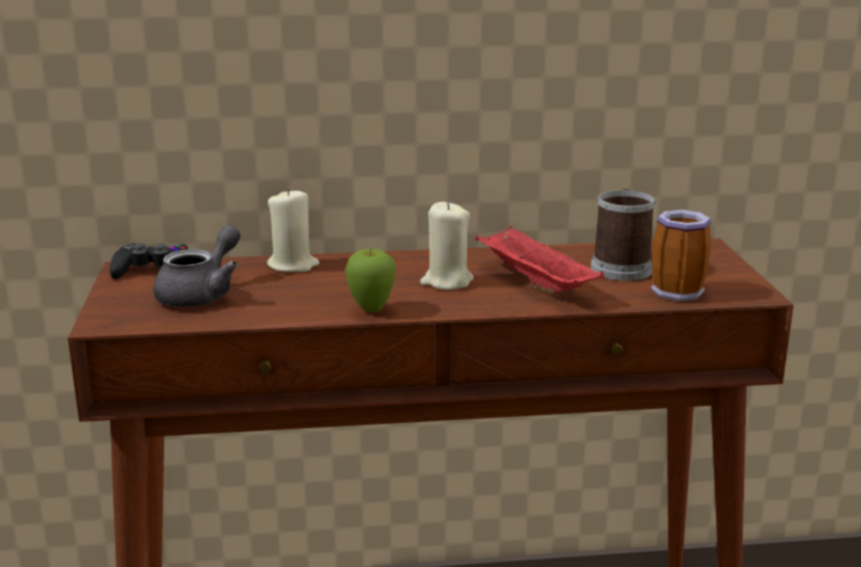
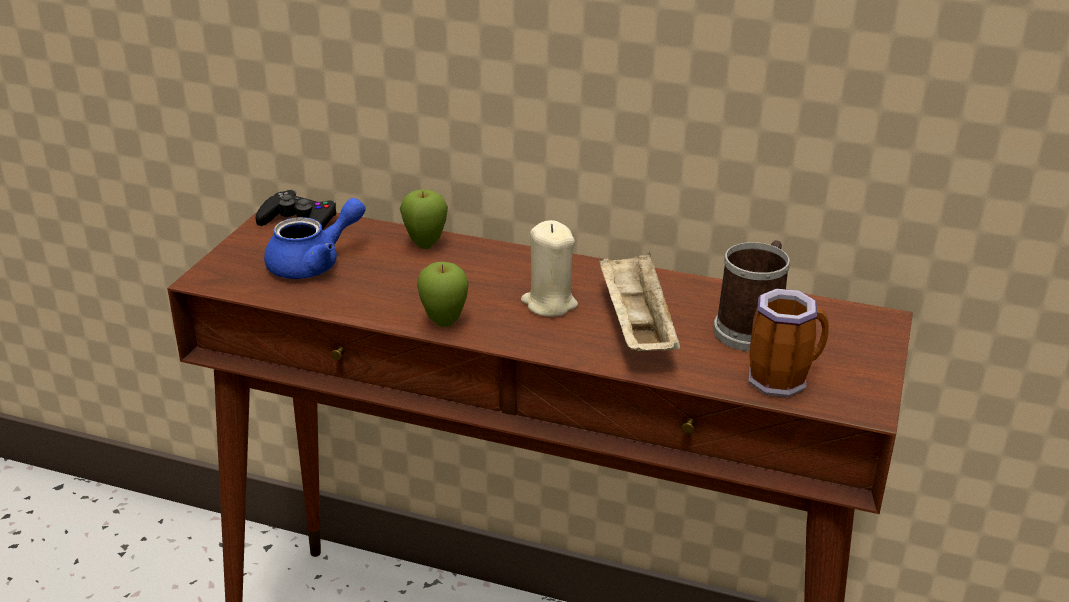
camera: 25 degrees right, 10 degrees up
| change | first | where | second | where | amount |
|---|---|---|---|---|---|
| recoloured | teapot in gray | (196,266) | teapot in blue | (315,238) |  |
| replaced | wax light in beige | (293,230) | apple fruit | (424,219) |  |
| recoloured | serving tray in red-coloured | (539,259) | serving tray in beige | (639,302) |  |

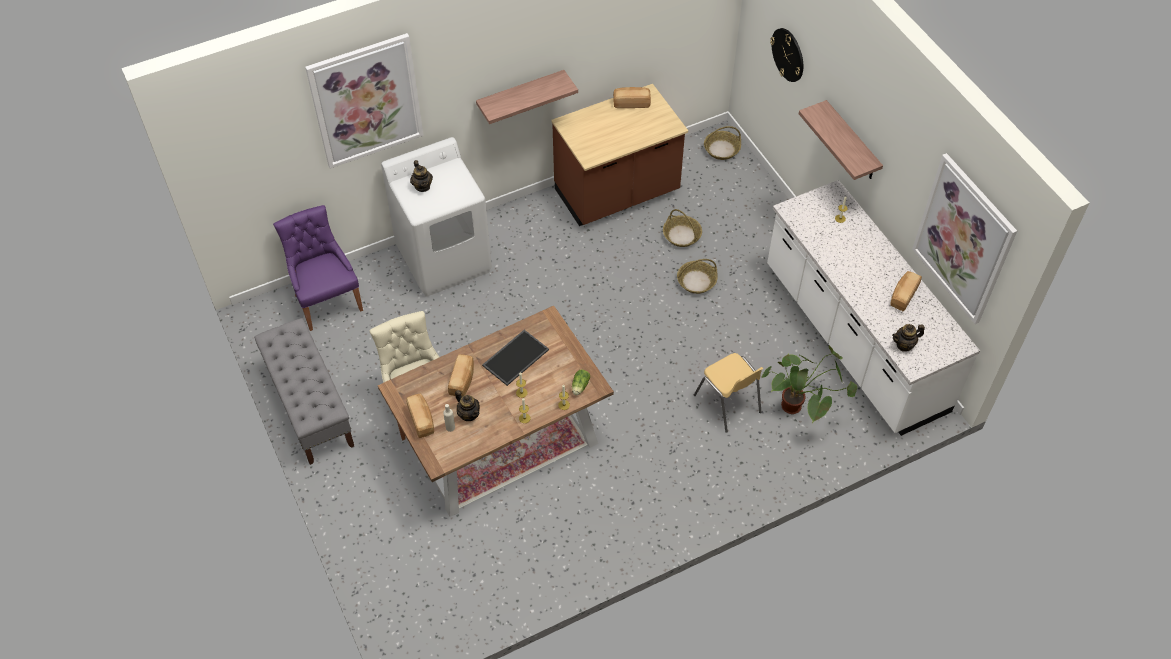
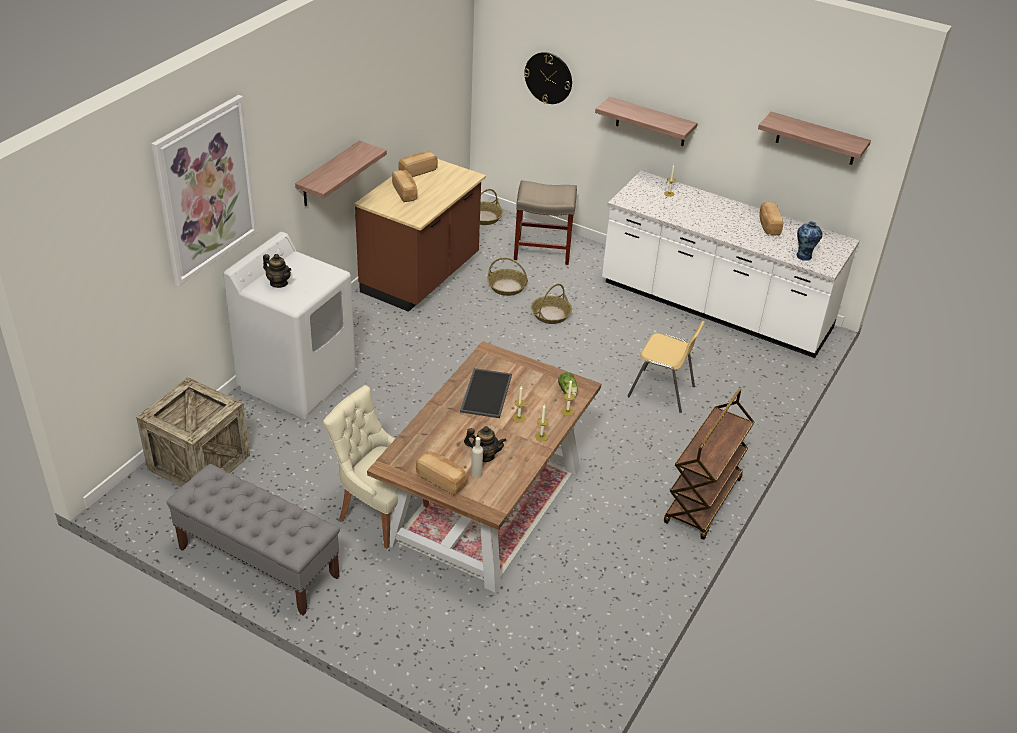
camera: 35 degrees left, 15 degrees down
| change | first | where | second | where | amount |
|---|---|---|---|---|---|
| replaced | chair in purple-coloured | (318,268) | shipping crate | (193,432) |  |
| moved | baked bread | (461,375) |  | (404,186) |  |
| removed | potted plant | (809,384) |  |  |  |
| replaced | teapot | (908,338) | vase | (809,241) |  |
| replaced | picture | (964,238) | wall shelf | (814,138) |  |
| added |  |  | stool in beige | (545,222) |  |
| added |  |  | trolley in brown | (709,464) |  |

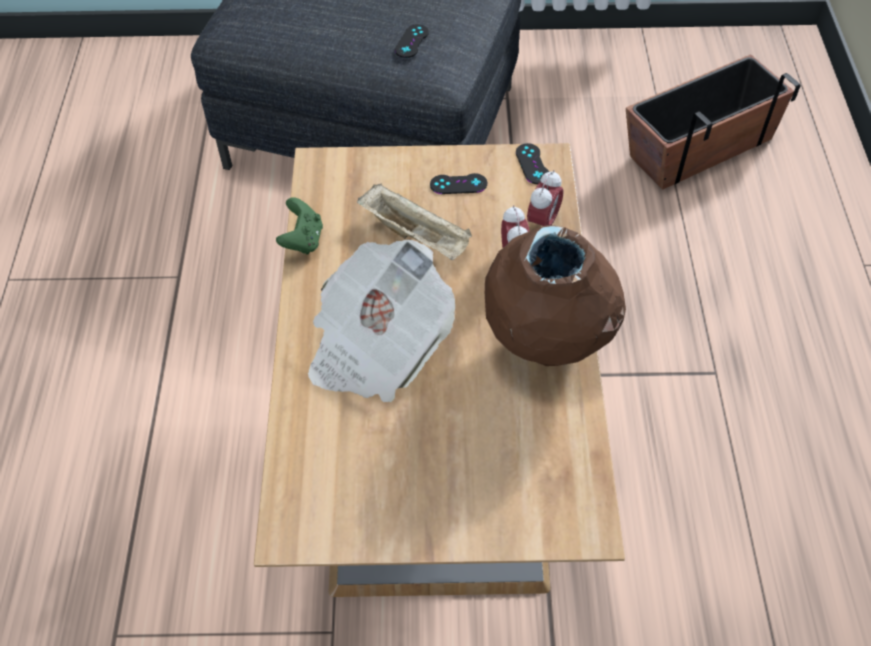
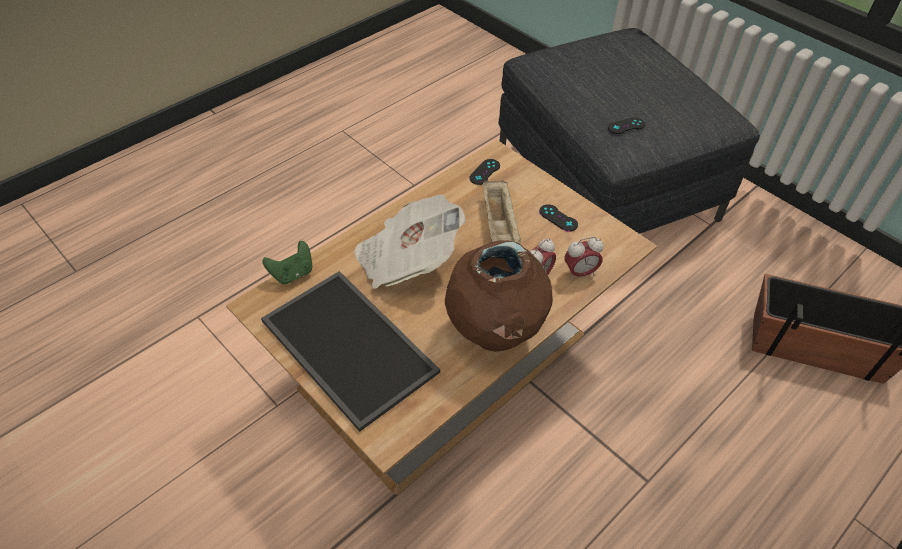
camera: 45 degrees right, 5 degrees down
| change | first | where | second | where | amount |
|---|---|---|---|---|---|
| moved | game controller in green | (299,226) |  | (287,262) |  |
| moved | game controller in blackish | (532,163) |  | (484,172) |  |
| added |  |  | serving tray | (350,351) |  |

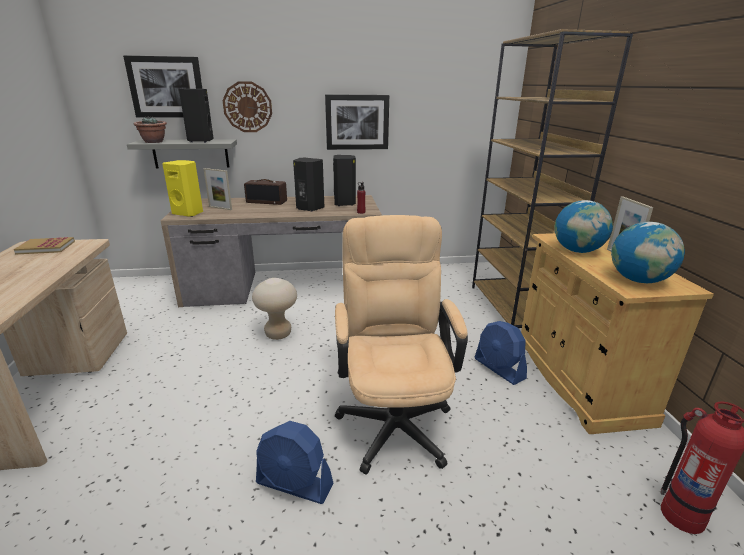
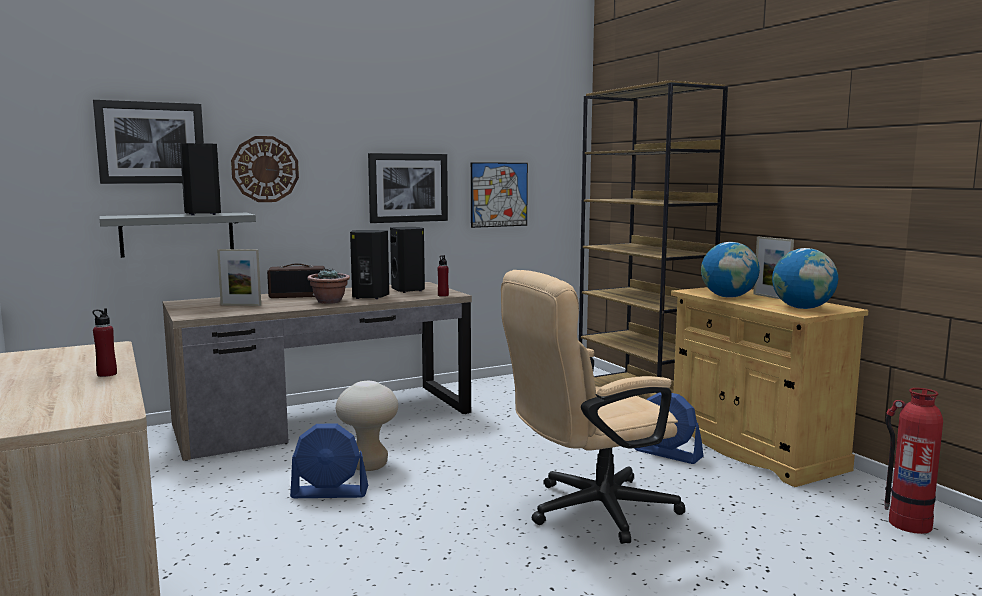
camera: 20 degrees left, 15 degrees down
| change | first | where | second | where | amount |
|---|---|---|---|---|---|
| removed | book | (44,246) |  |  |  |
| moved | potted plant | (150,129) |  | (328,286) |  |
| removed | loudspeaker in yellowish | (182,188) |  |  |  |
| moved | cooling fan in blue | (294,462) |  | (329,461) |  |
| turned | computer chair in beige | (401,345) |  | (593,407) | 90 degrees counterclockwise |
| added |  |  | beverage bottle in red-coloured | (104,342) |  |
| added |  |  | picture | (499,195) |  |

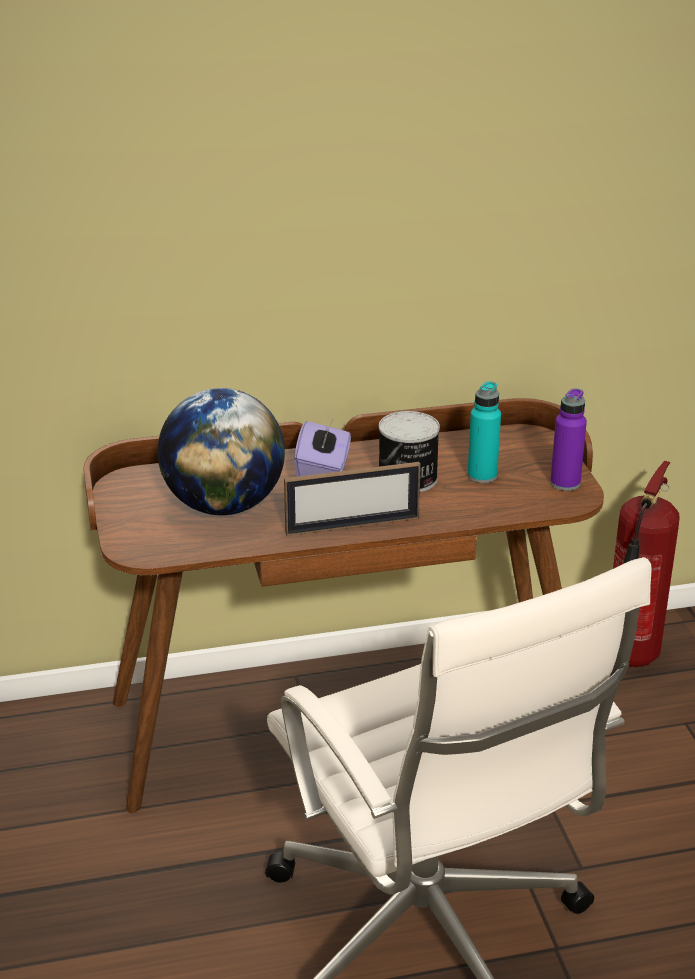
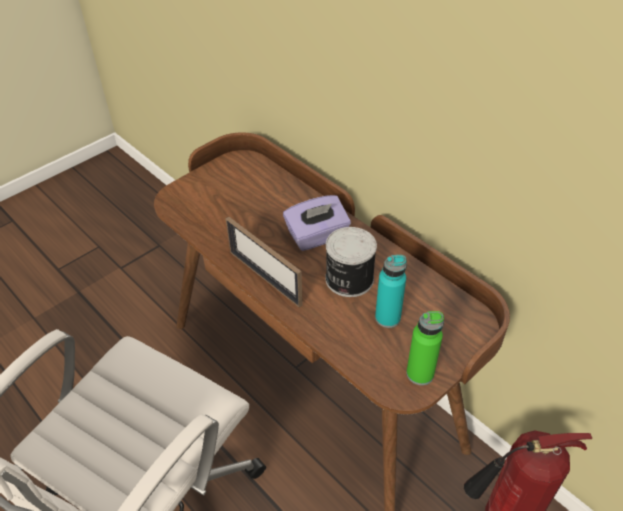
camera: 60 degrees right, 15 degrees up
| change | first | where | second | where | amount |
|---|---|---|---|---|---|
| removed | desk globe | (221,451) |  |  |  |
| recoloured | beverage bottle in purple-coloured | (568,439) | beverage bottle in green | (425,348) |  |

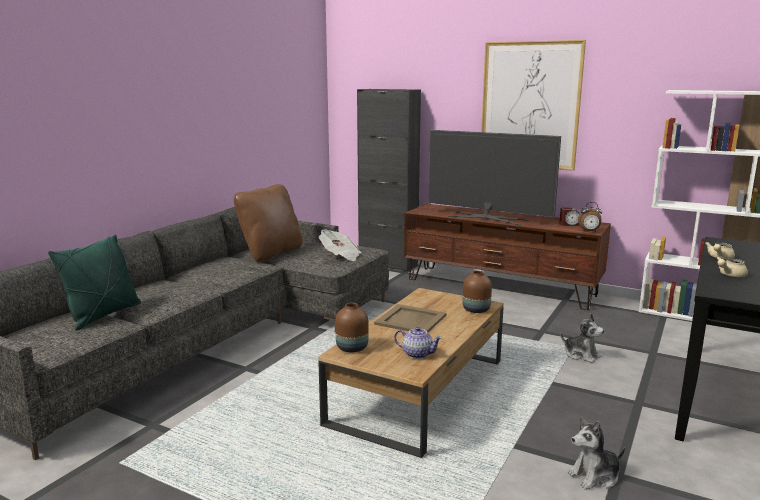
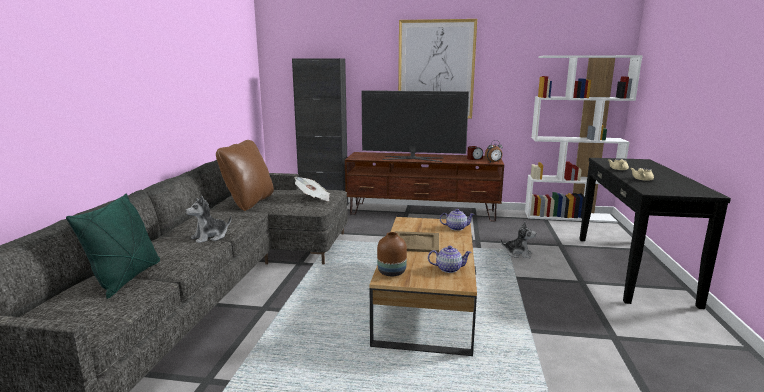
camera: 20 degrees left, 0 degrees up
| change | first | where | second | where | amount |
|---|---|---|---|---|---|
| replaced | vase in brown | (477,292) | teapot | (457,220) |  |
| moved | plush toy | (596,453) |  | (208,219) |  |

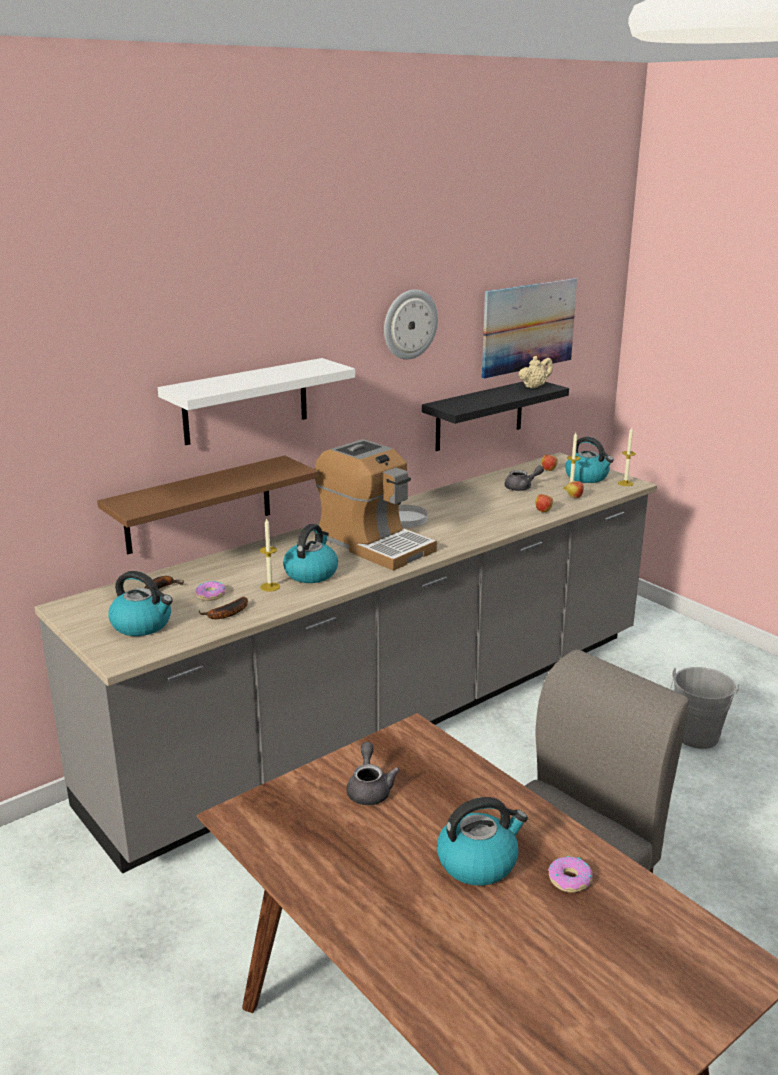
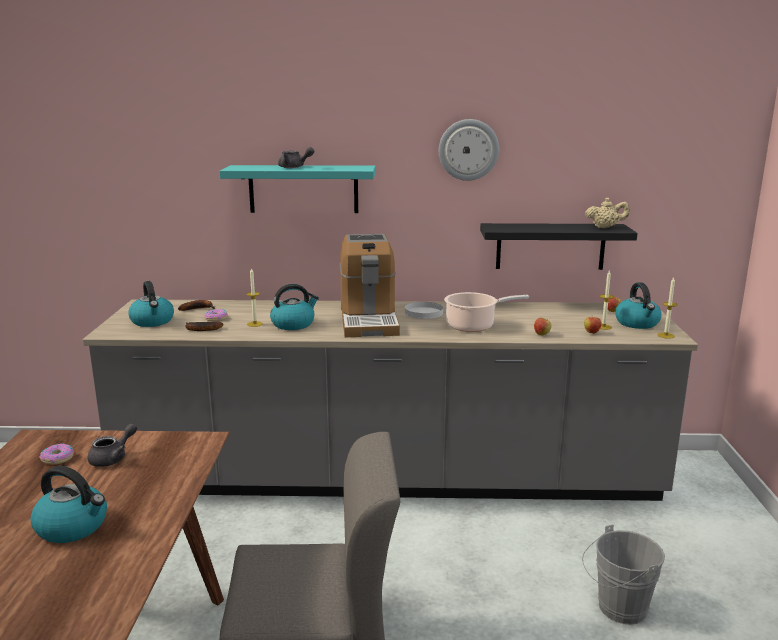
camera: 40 degrees right, 5 degrees down
| change | first | where | second | where | amount |
|---|---|---|---|---|---|
| removed | wall shelf in brown | (208,505) |  |  |  |
| recoloured | wall shelf in white | (256,401) | wall shelf in turquoise | (297,189) |  |
| removed | picture | (529,328) |  |  |  |
| moved | teapot in gray | (524,478) |  | (296,157) |  |
| moved | doughnut | (570,874) |  | (56,453) |  |
| added |  |  | stockpot | (486,312) |  |

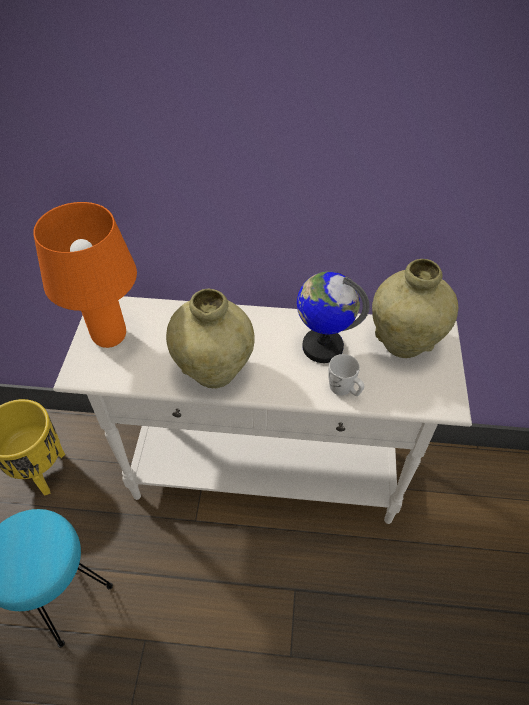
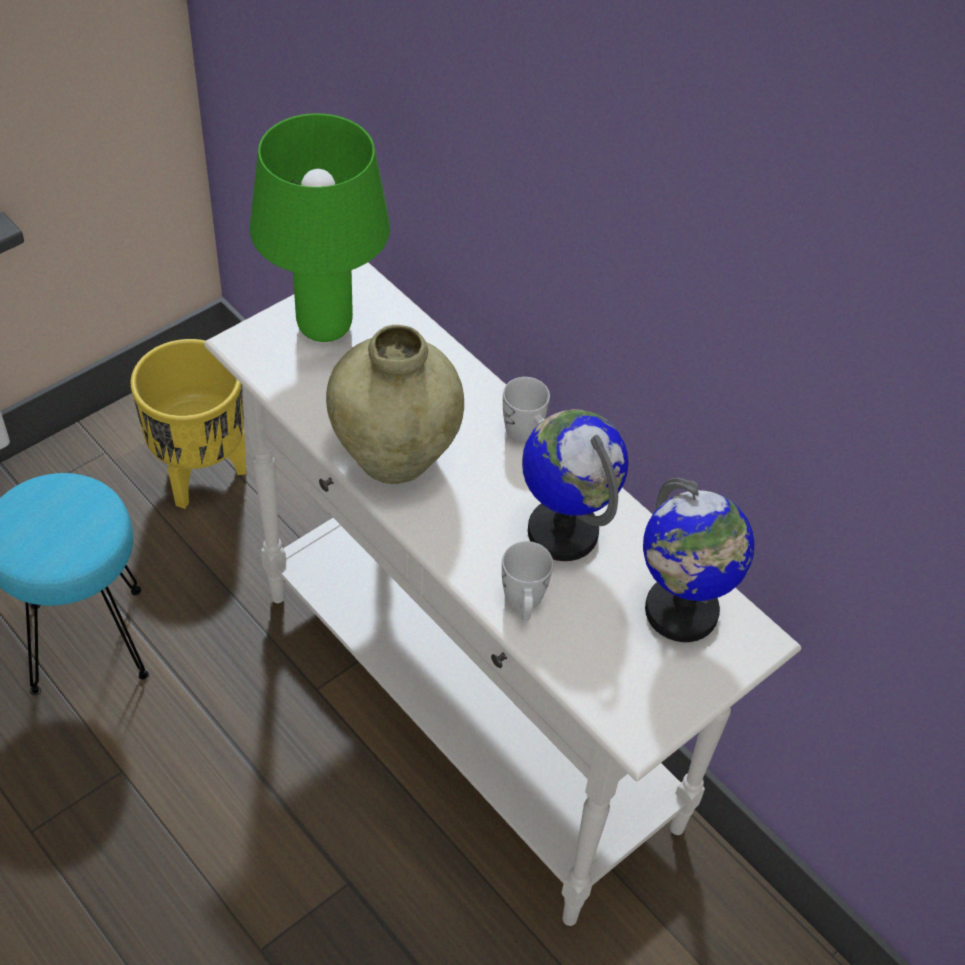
camera: 40 degrees right, 0 degrees up
| change | first | where | second | where | amount |
|---|---|---|---|---|---|
| recoloured | lamp for a table in orangey | (85,275) | lamp for a table in green | (320,227) |  |
| replaced | vase in beige | (415,308) | desk globe | (698,560) |  |
| added |  |  | coffee mug in white | (526,409) |  |

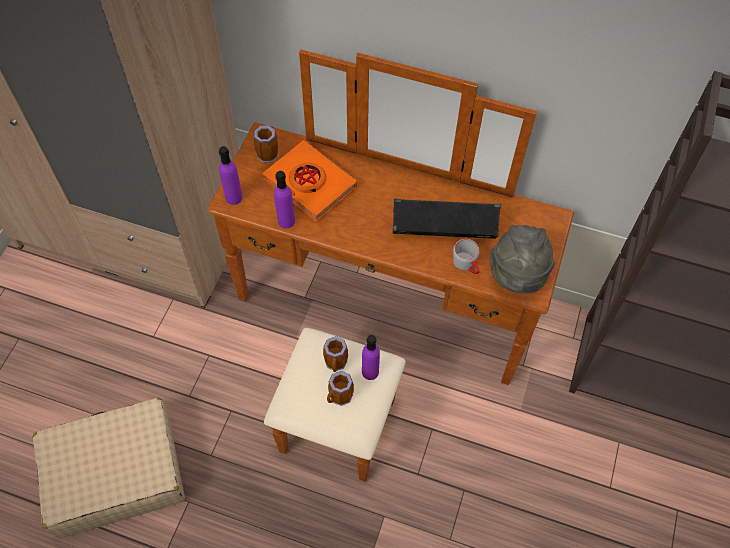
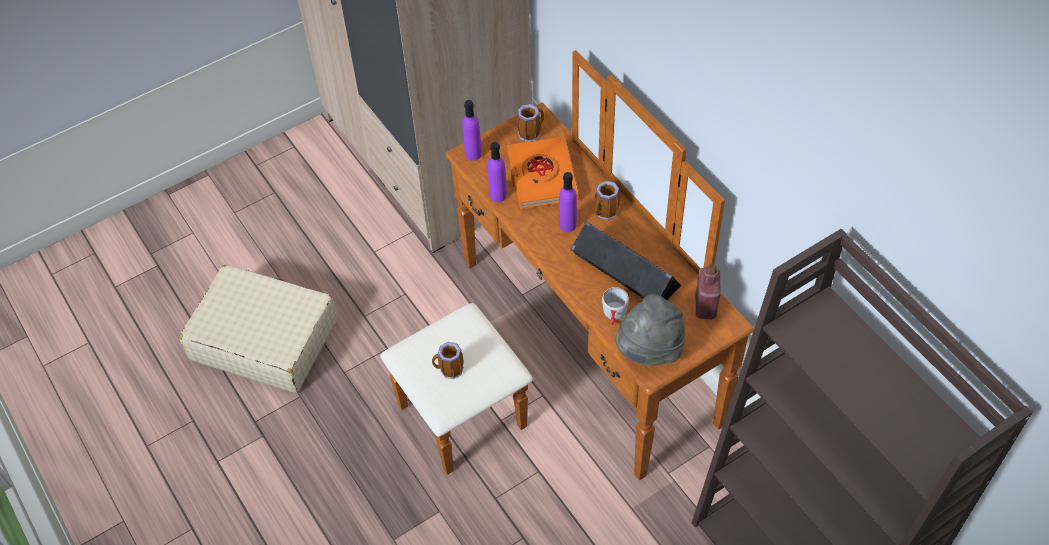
camera: 40 degrees right, 5 degrees down
| change | first | where | second | where | amount |
|---|---|---|---|---|---|
| moved | coffee mug | (335,354) |  | (607,200) |  |
| moved | beverage bottle in purple-coloured | (371,357) |  | (568,202) |  |
| added |  |  | beverage bottle in red-coloured | (708,291) |  |

